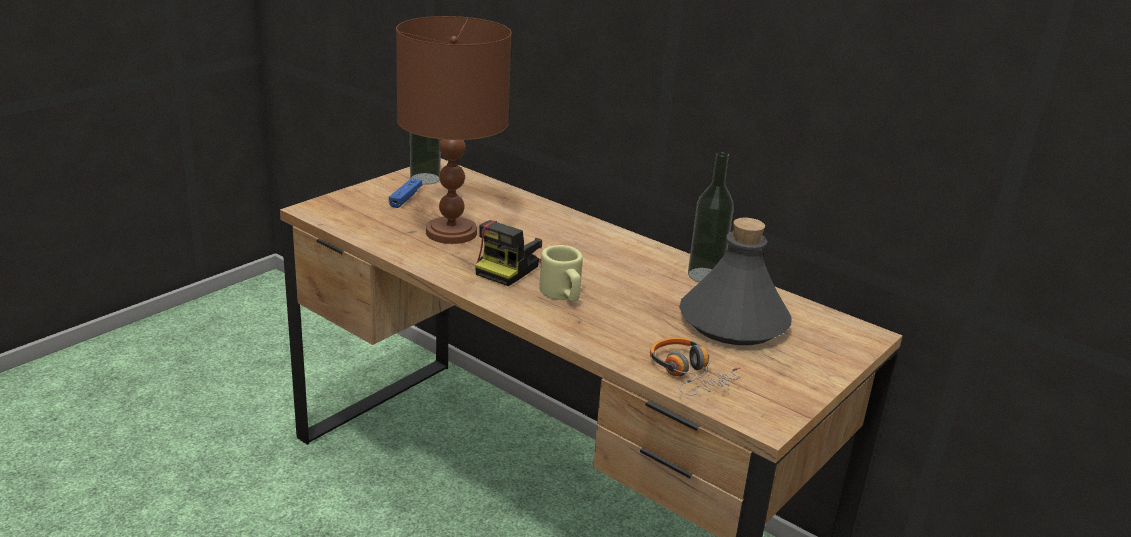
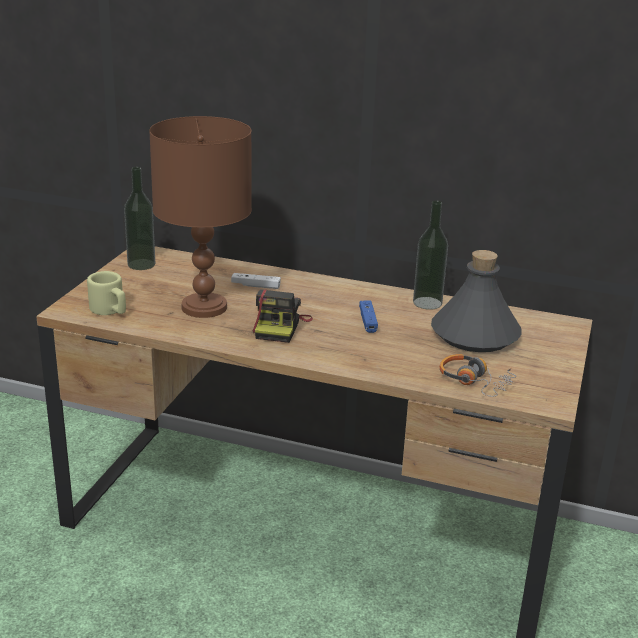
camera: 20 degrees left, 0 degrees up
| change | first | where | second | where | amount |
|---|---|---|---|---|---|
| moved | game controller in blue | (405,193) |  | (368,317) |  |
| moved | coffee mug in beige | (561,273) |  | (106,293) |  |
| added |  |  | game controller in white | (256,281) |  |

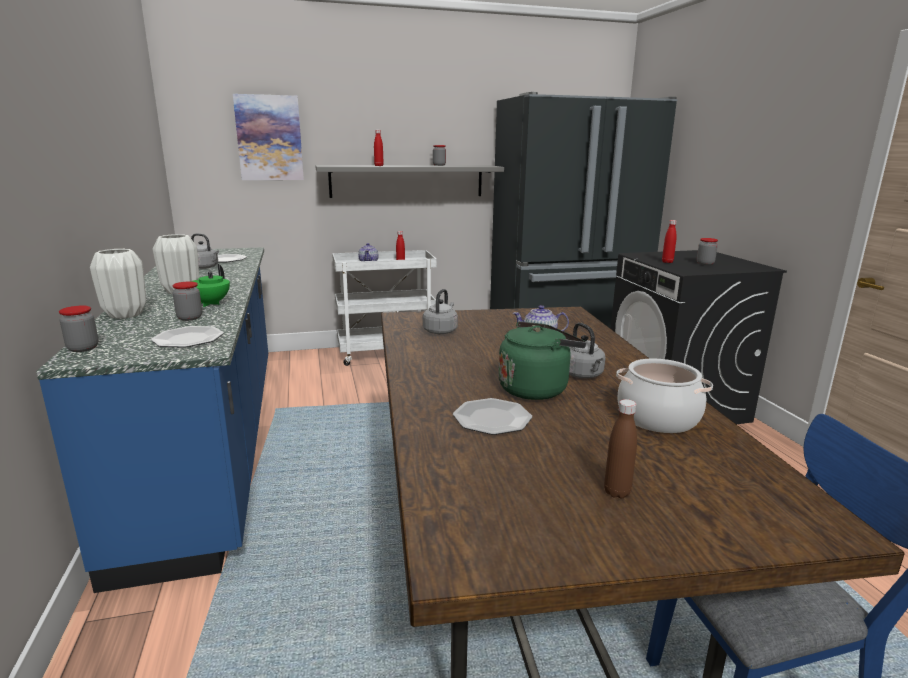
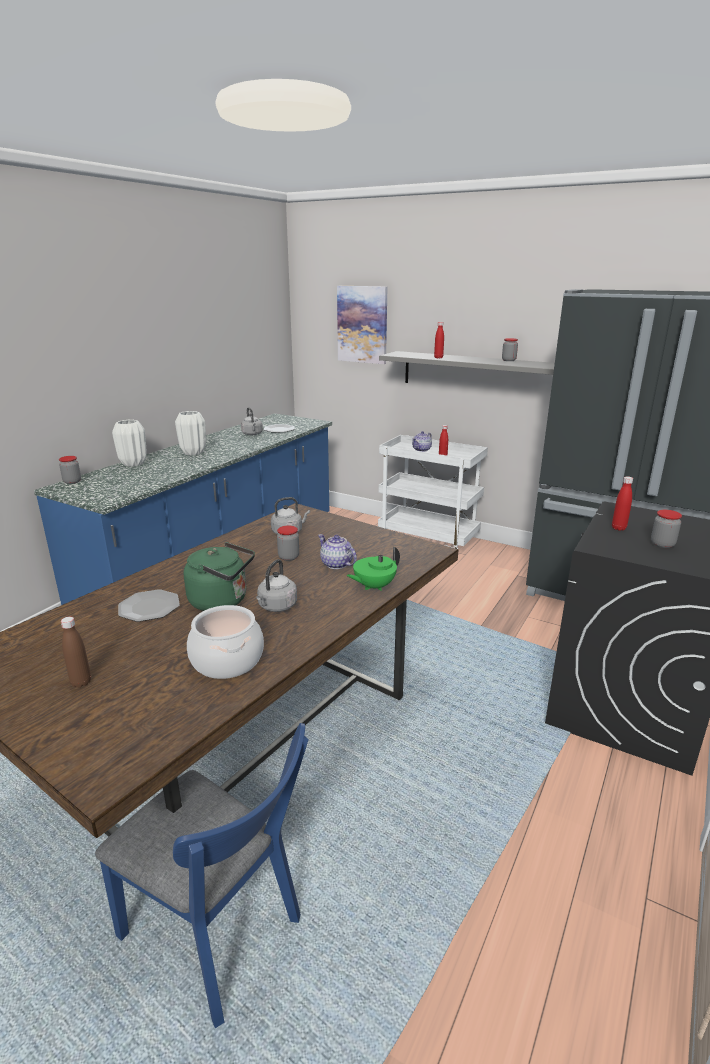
camera: 45 degrees right, 5 degrees up
| change | first | where | second | where | amount |
|---|---|---|---|---|---|
| removed | plate | (187,337) |  |  |  |
| moved | storage jar | (187,301) |  | (288,543) |  |
| moved | teapot in green | (210,285) |  | (373,568) |  |

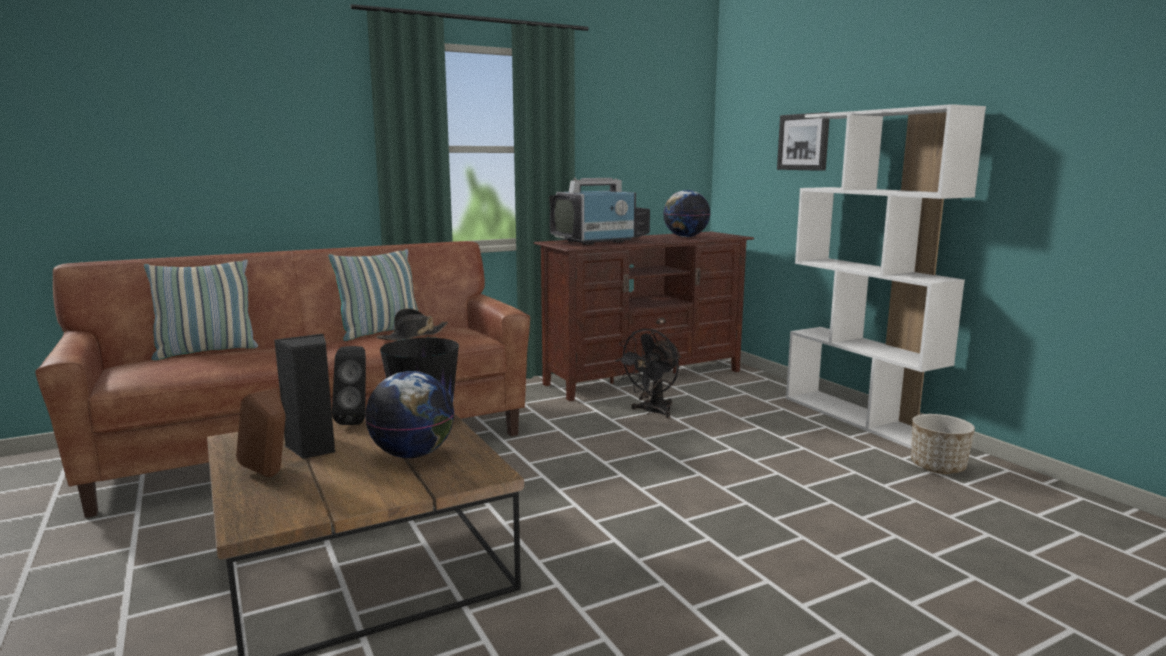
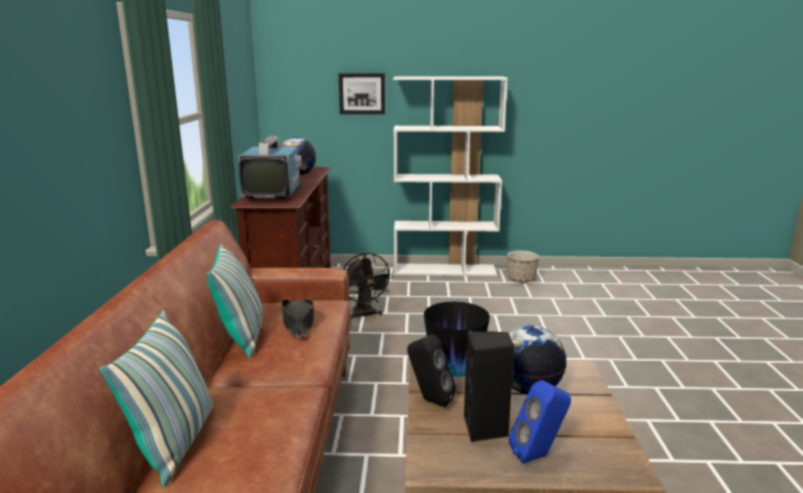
camera: 60 degrees left, 5 degrees up
| change | first | where | second | where | amount |
|---|---|---|---|---|---|
| recoloured | loudspeaker in brown | (261,432) | loudspeaker in blue | (540,422) |  |

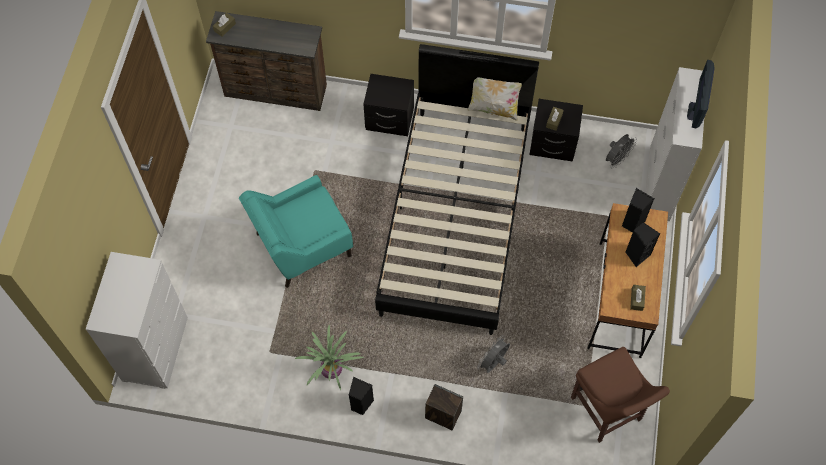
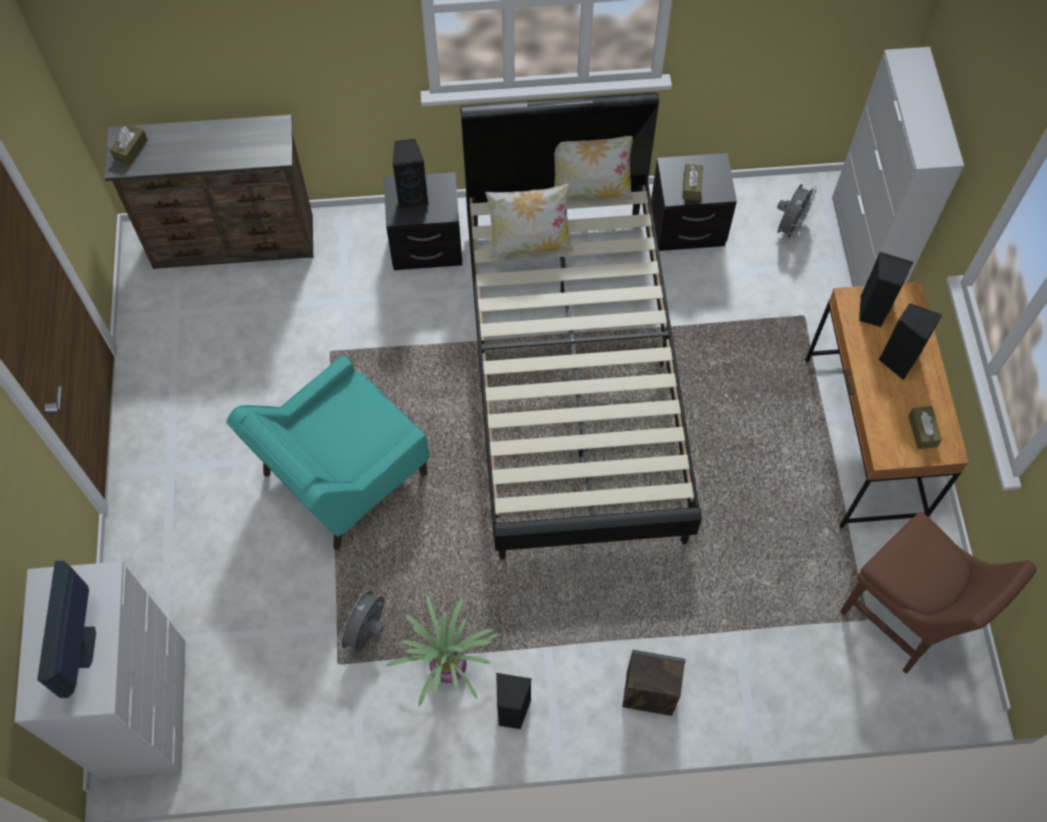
camera: 15 degrees left, 0 degrees up
| change | first | where | second | where | amount |
|---|---|---|---|---|---|
| moved | cooling fan in gray | (493,354) |  | (360,620) |  |
| moved | computer display | (701,94) |  | (66,629) |  |
| added |  |  | loudspeaker in blackish | (410,174) |  |
| added |  |  | throw pillow | (529,220) |  |

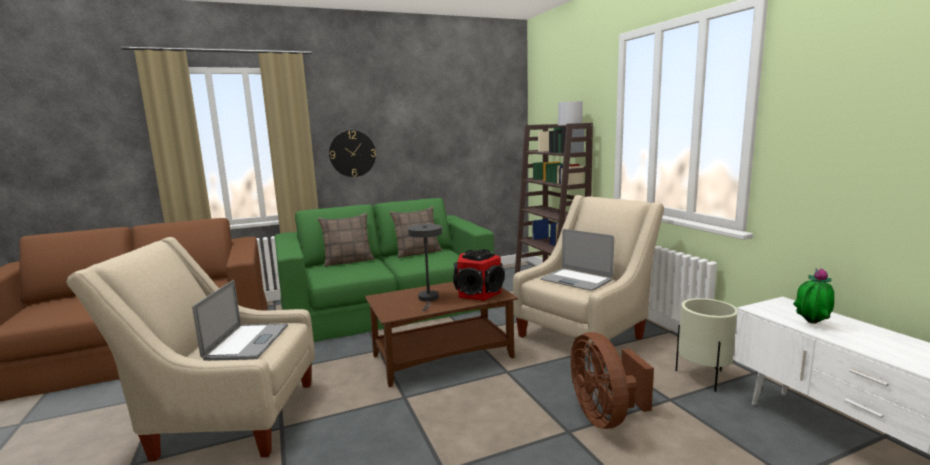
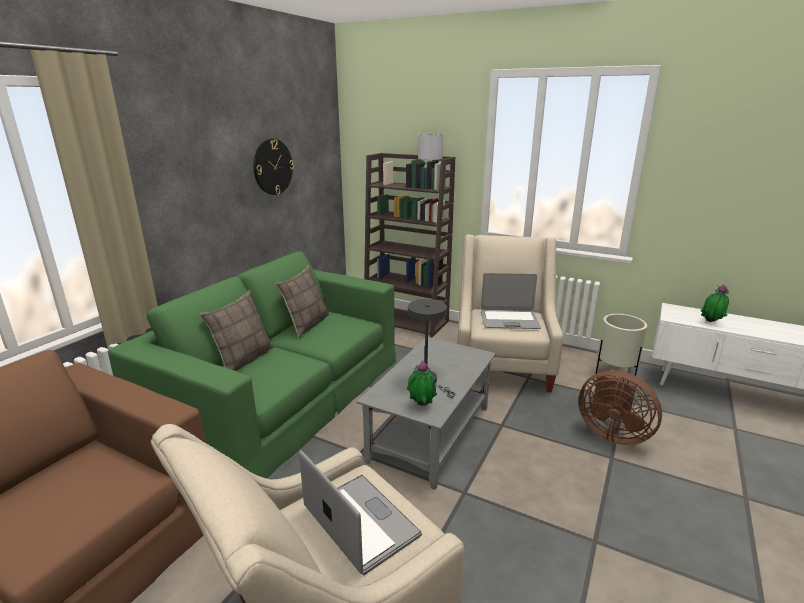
camera: 40 degrees left, 10 degrees up
| change | first | where | second | where | amount |
|---|---|---|---|---|---|
| moved | wall clock | (352,153) |  | (273,167) |  |
| recoloured | lounge table in brown | (441,334) | lounge table in gray | (426,413) |  |
| removed | loudspeaker | (479,275) |  |  |  |
| added |  |  | potted plant | (422,383) |  |

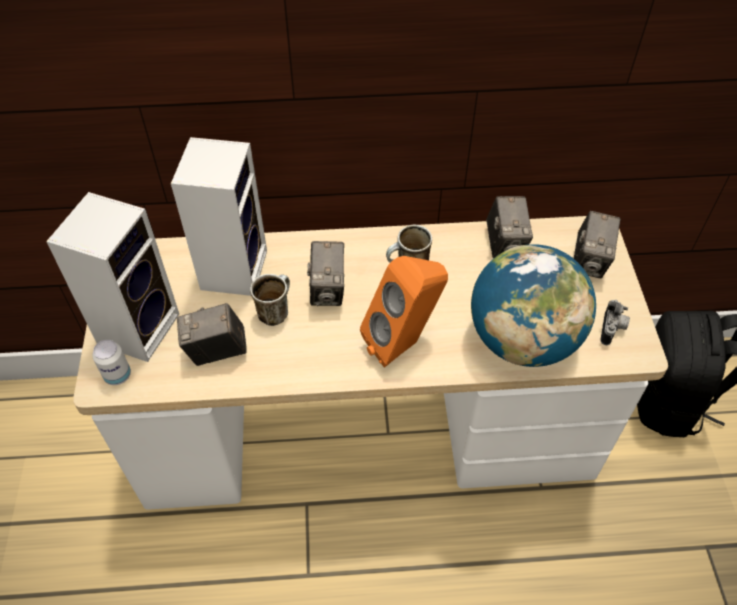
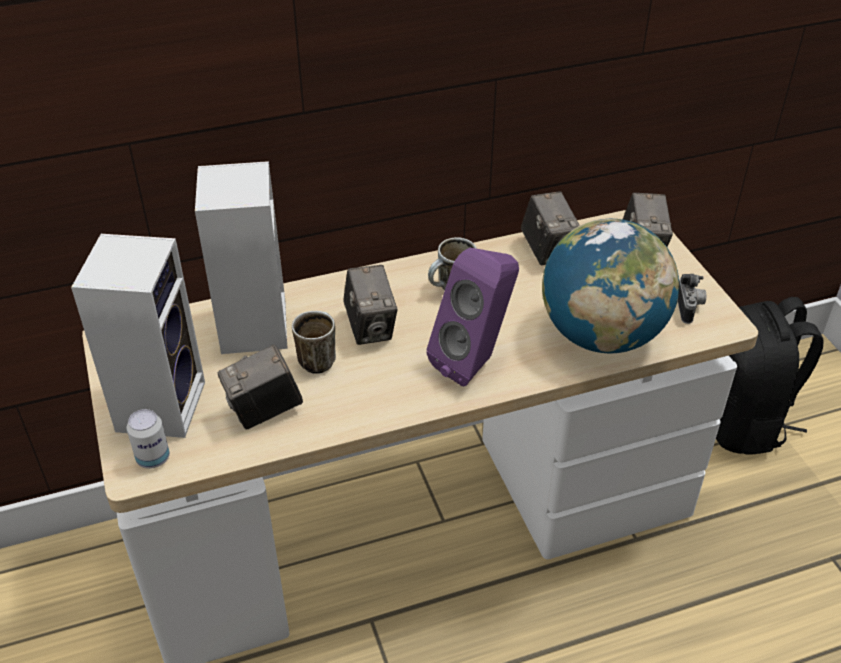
camera: 15 degrees left, 10 degrees down
| change | first | where | second | where | amount |
|---|---|---|---|---|---|
| recoloured | loudspeaker in orangey | (404,311) | loudspeaker in purple-coloured | (472,317) |  |

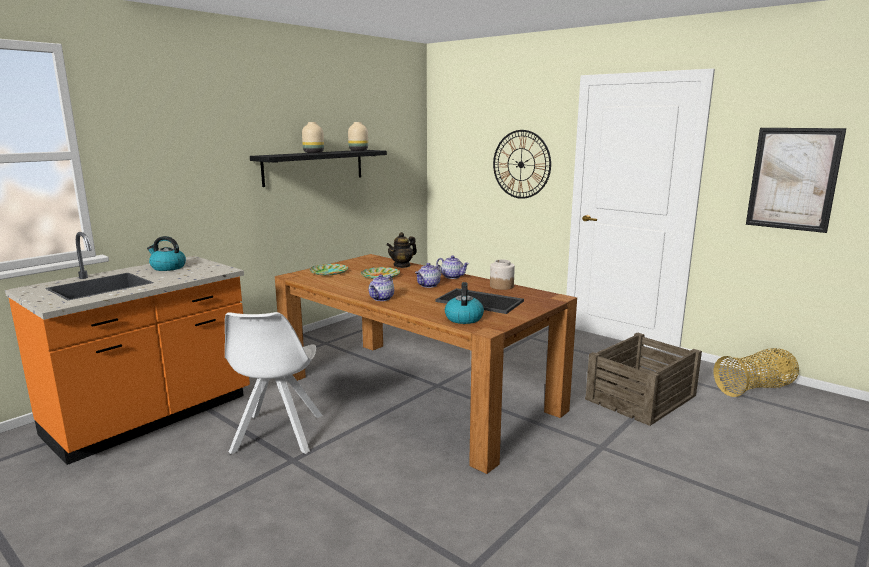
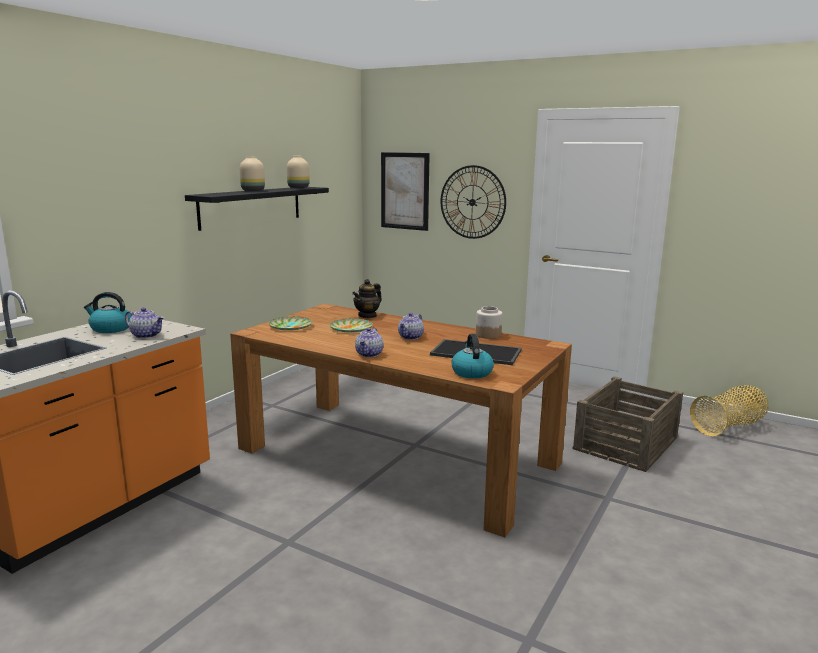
camera: 10 degrees left, 0 degrees up
| change | first | where | second | where | amount |
|---|---|---|---|---|---|
| removed | chair in white | (274,383) |  |  |  |
| moved | teapot | (452,267) |  | (144,323) |  |
| moved | picture | (796,180) |  | (405,191) |  |

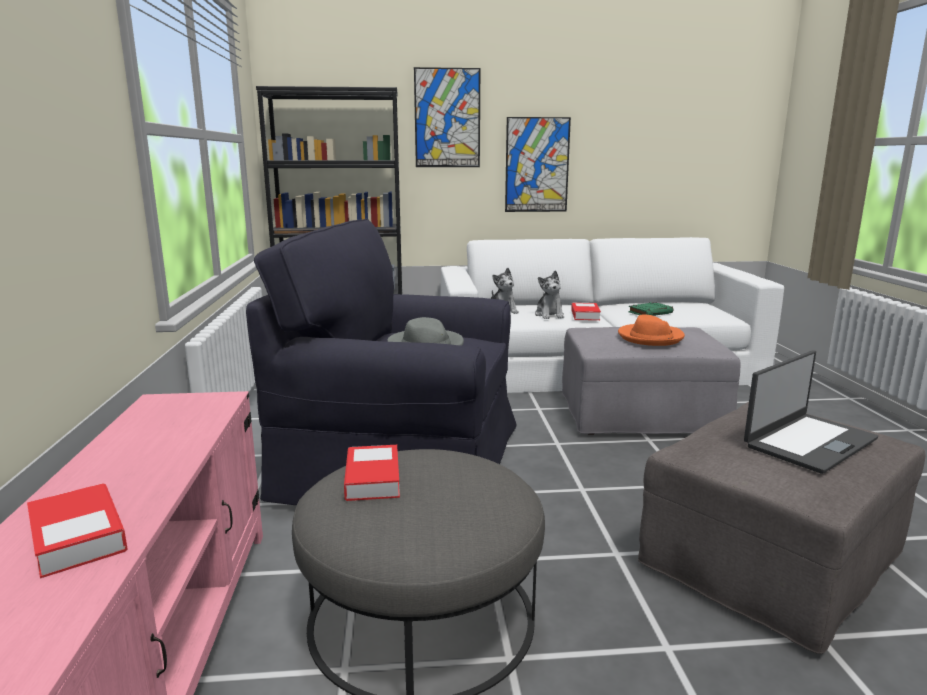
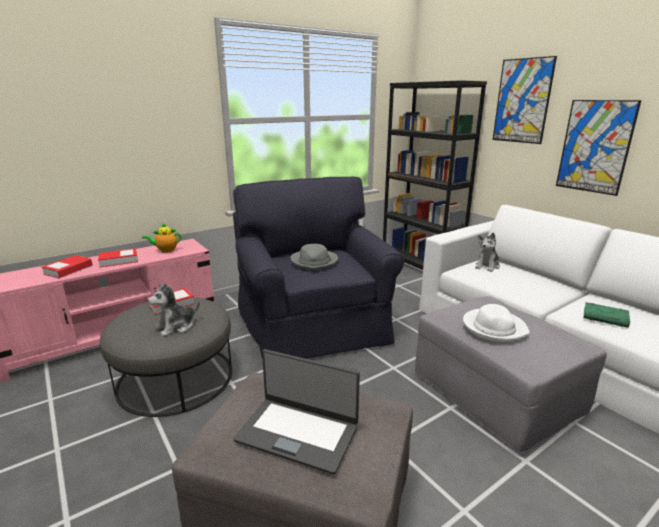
camera: 60 degrees right, 5 degrees up
| change | first | where | second | where | amount |
|---|---|---|---|---|---|
| moved | plush toy | (549,294) |  | (173,310) |  |
| moved | book | (586,311) |  | (118,257) |  |
| recoloured | wearable hat in orangey | (651,330) | wearable hat in white | (496,323) |  |
| added |  |  | teapot | (161,238) |  |

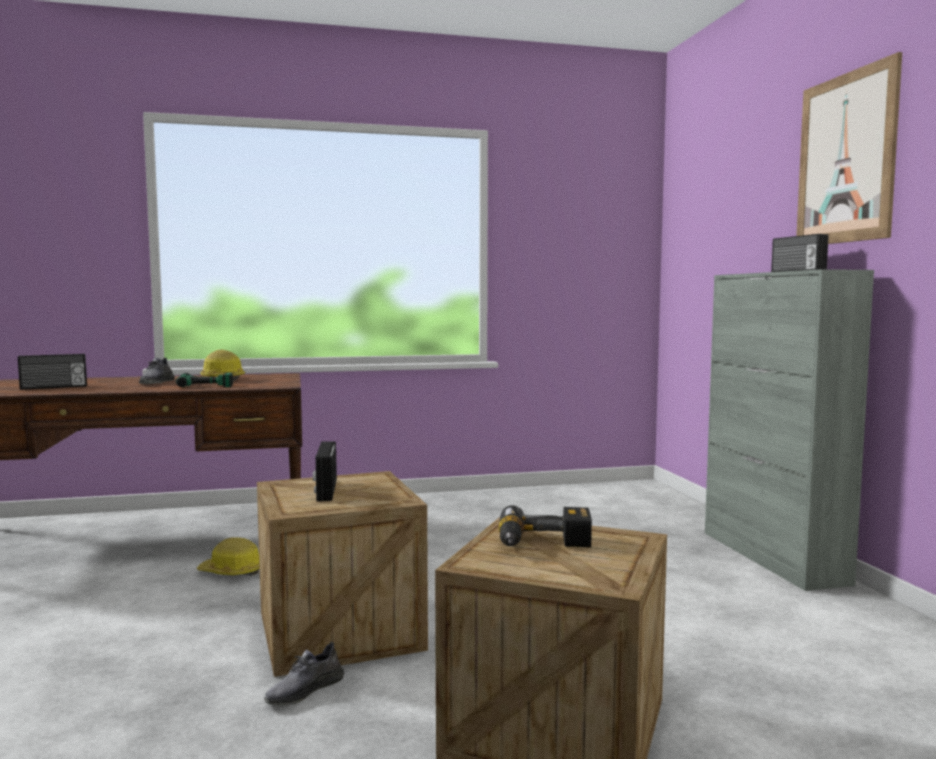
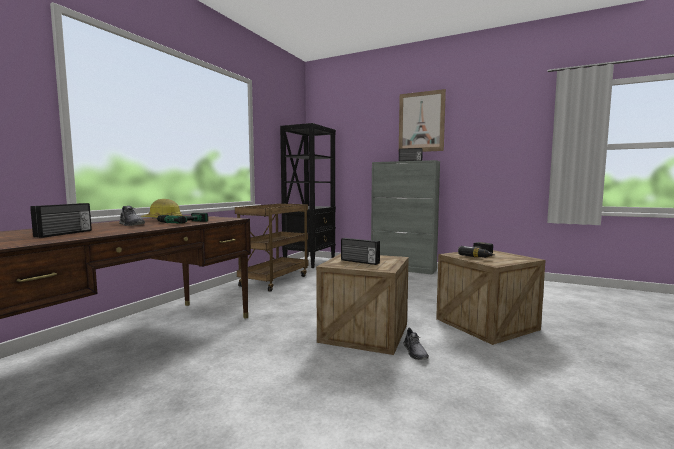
camera: 50 degrees left, 0 degrees up
| change | first | where | second | where | amount |
|---|---|---|---|---|---|
| removed | hard hat | (228,557) |  |  |  |
| added |  |  | trolley in brown | (271,247) |  |
| added |  |  | bookshelf in blackish | (308,195) |  |

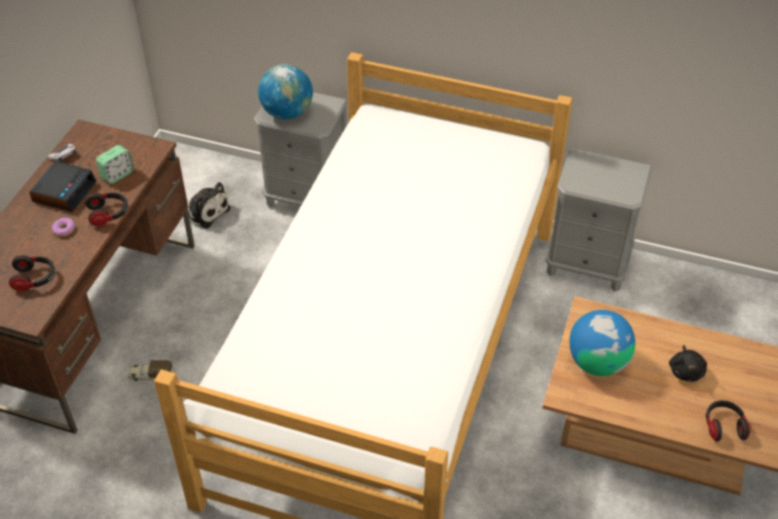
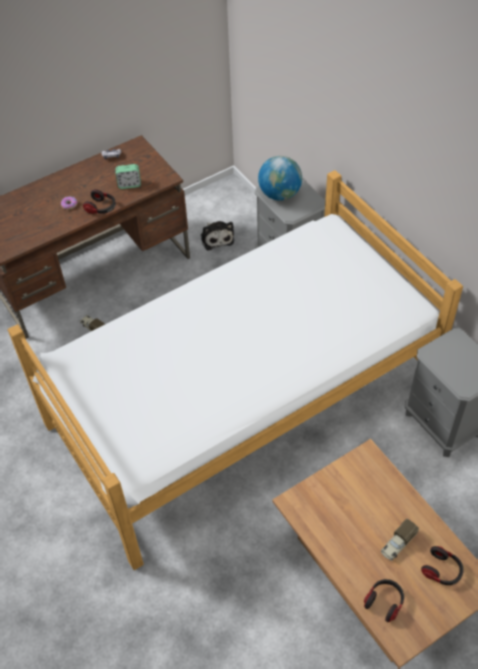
camera: 40 degrees right, 5 degrees up
| change | first | where | second | where | amount |
|---|---|---|---|---|---|
| moved | headset | (32,273) |  | (442,565) |  |
| removed | alarm clock | (63,186) |  |  |  |
| removed | desk globe | (602,343) |  |  |  |
| replaced | plush toy in blackish | (688,363) | toy truck | (400,540) |  |

